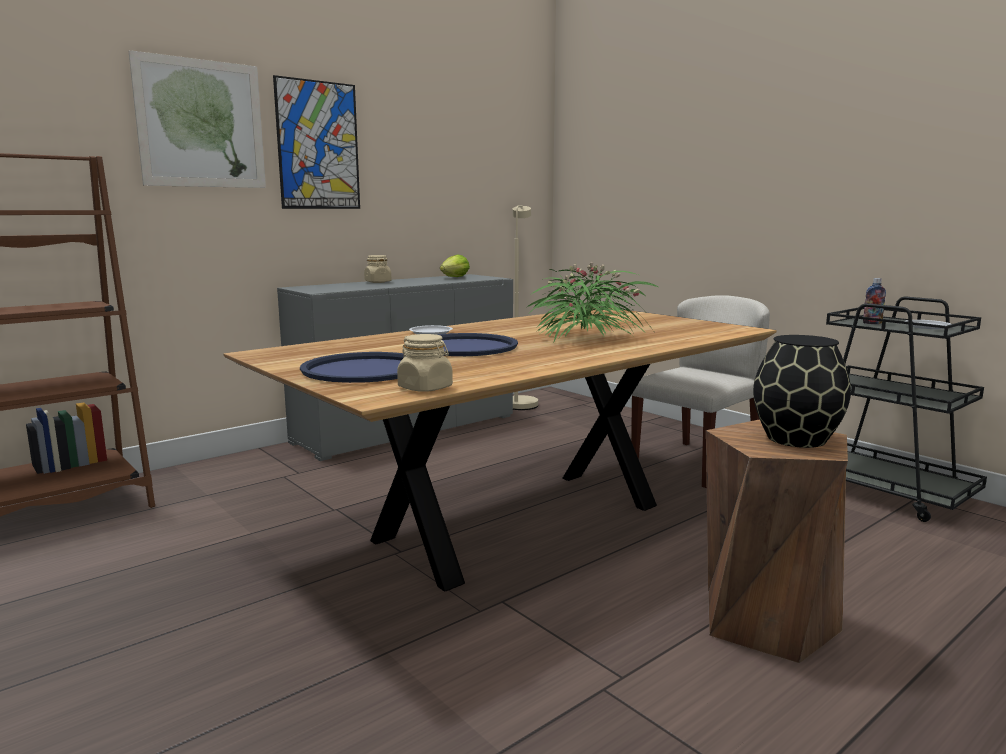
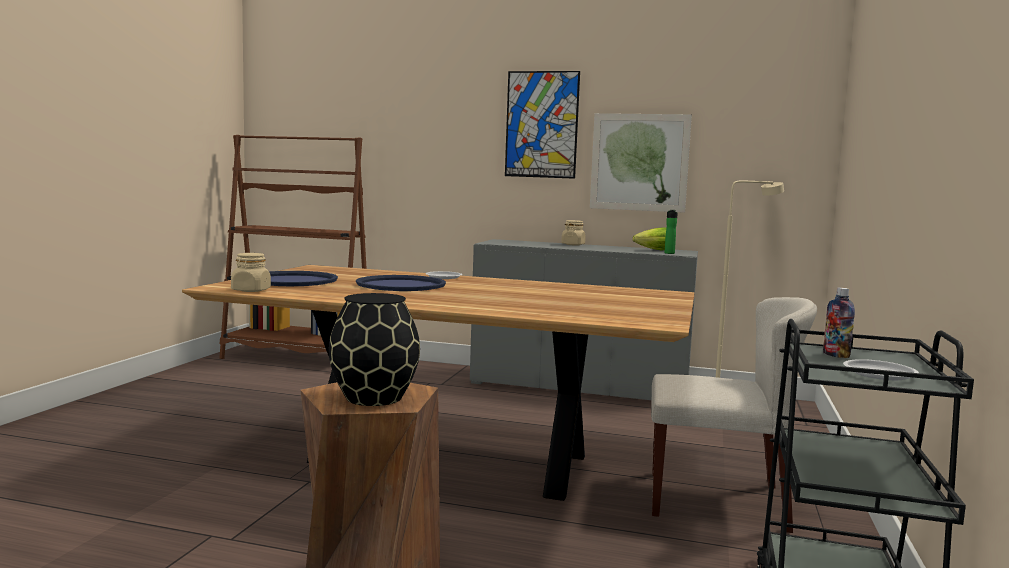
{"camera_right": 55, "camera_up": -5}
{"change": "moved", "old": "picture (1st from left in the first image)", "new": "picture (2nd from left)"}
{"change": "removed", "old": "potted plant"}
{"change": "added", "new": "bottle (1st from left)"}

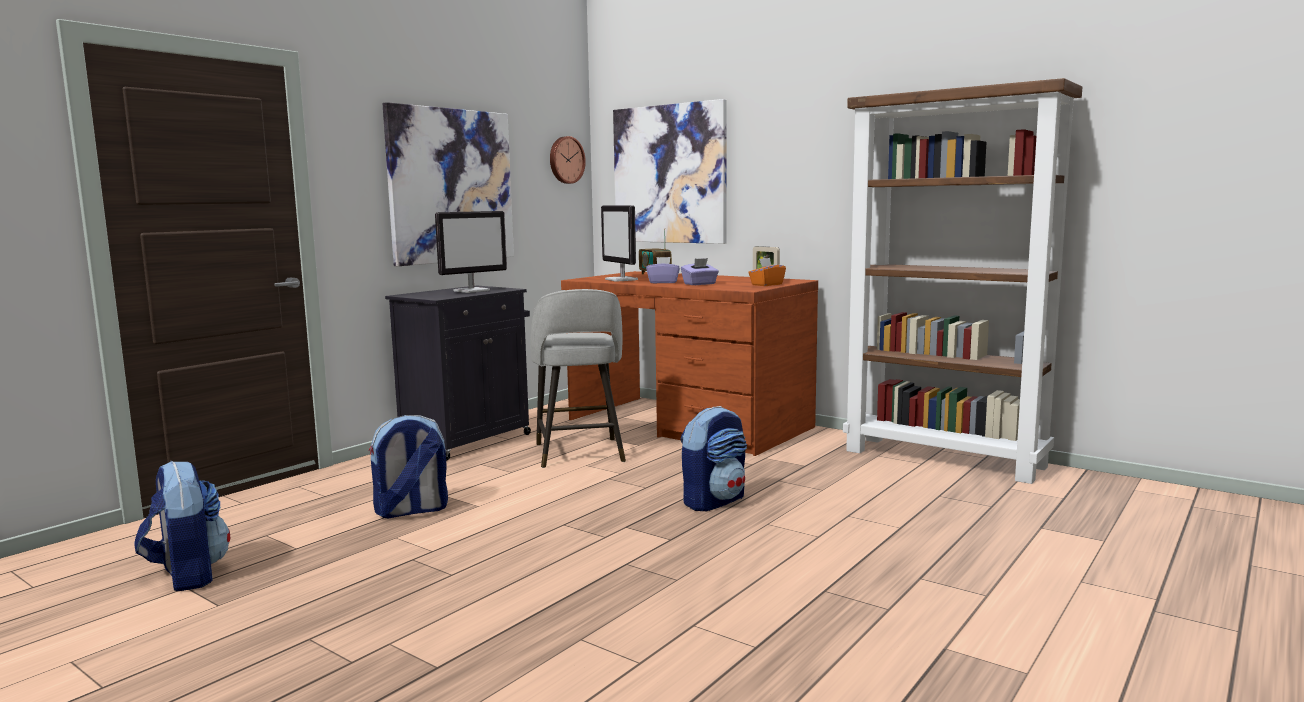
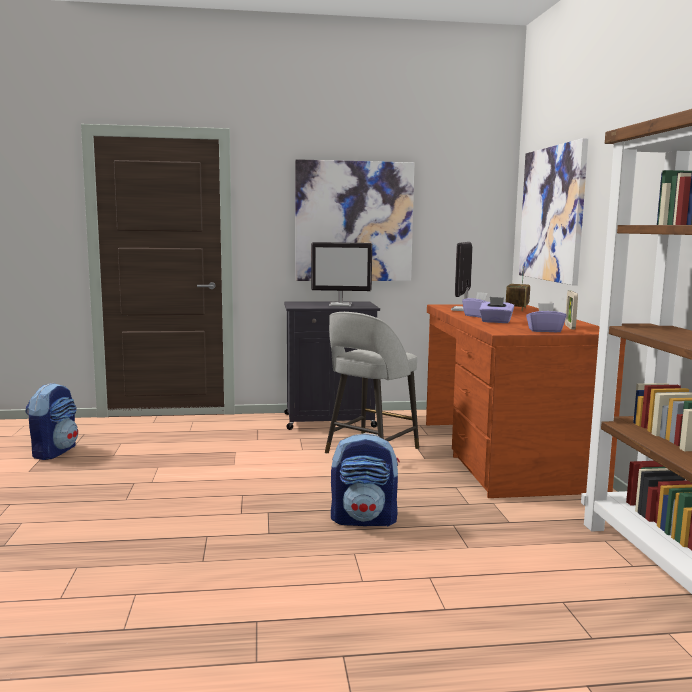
{"camera_right": 45, "camera_up": 0}
{"change": "removed", "old": "wall clock"}
{"change": "recoloured", "old": "orange tissue box", "new": "purple tissue box (3rd from left)"}
{"change": "removed", "old": "backpack (2nd from left)"}

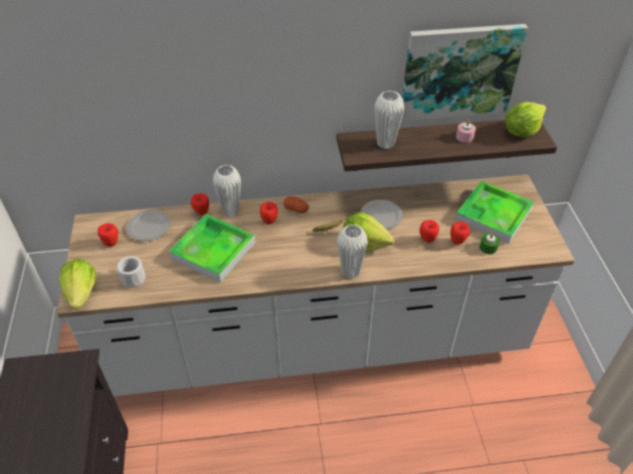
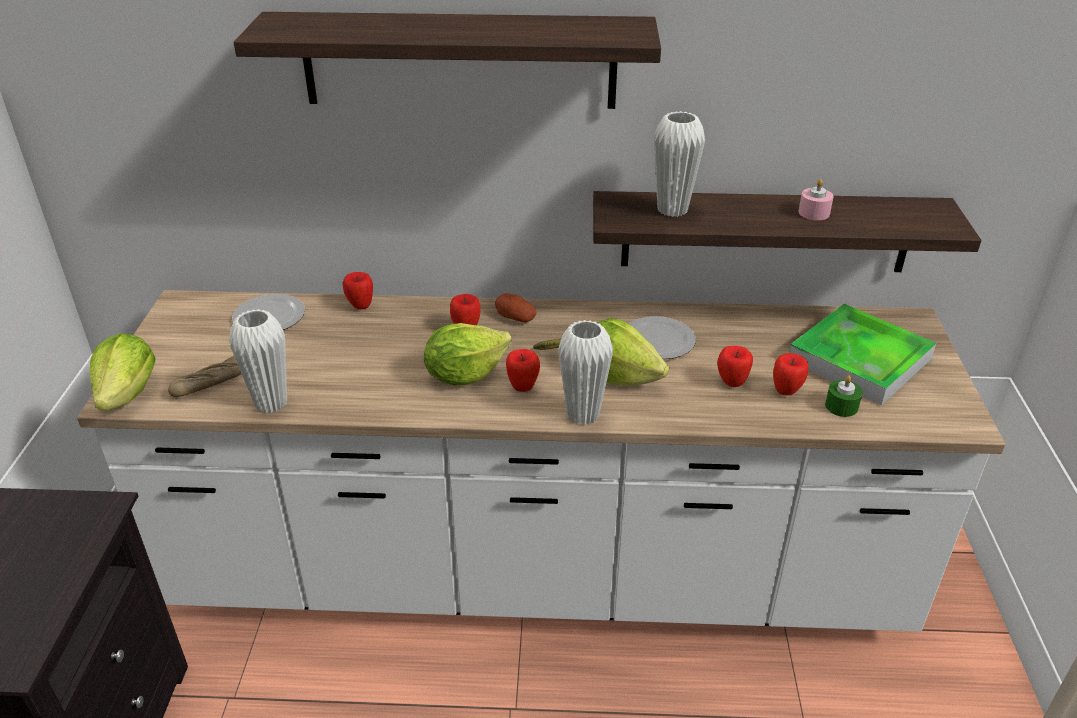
{"camera_right": 10, "camera_up": -10}
{"change": "removed", "old": "picture"}
{"change": "moved", "old": "lettuce (3rd from left in the first image)", "new": "lettuce (2nd from left)"}
{"change": "moved", "old": "white vase (1st from left)"}
{"change": "removed", "old": "tray (1st from left)"}
{"change": "moved", "old": "apple (1st from left in the first image)", "new": "apple (3rd from left)"}
{"change": "replaced", "old": "white mug", "new": "bread"}
{"change": "added", "new": "shelf (1st from left)"}

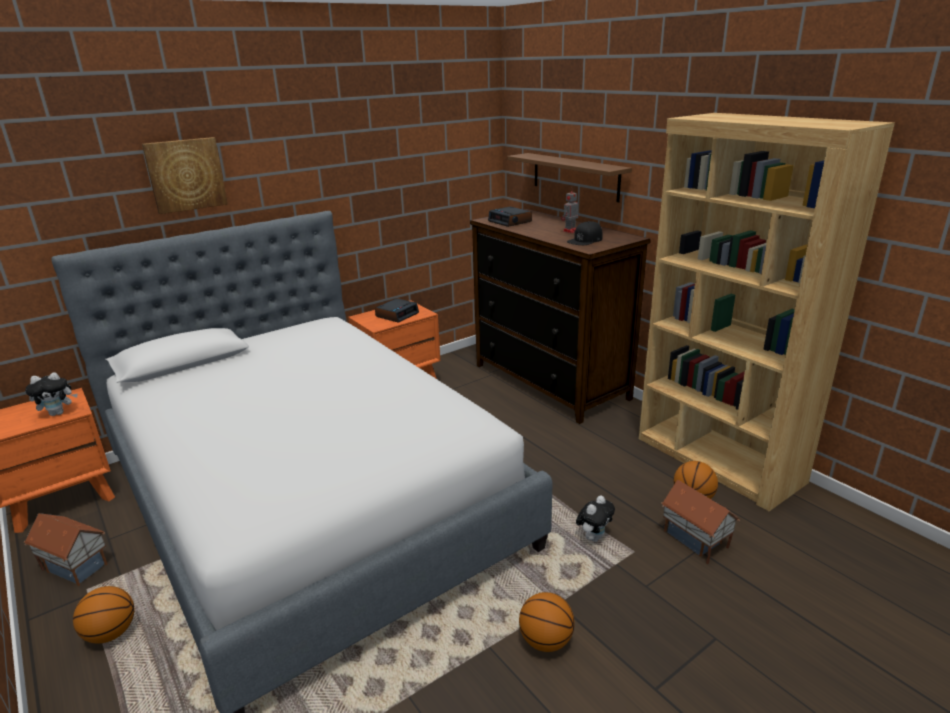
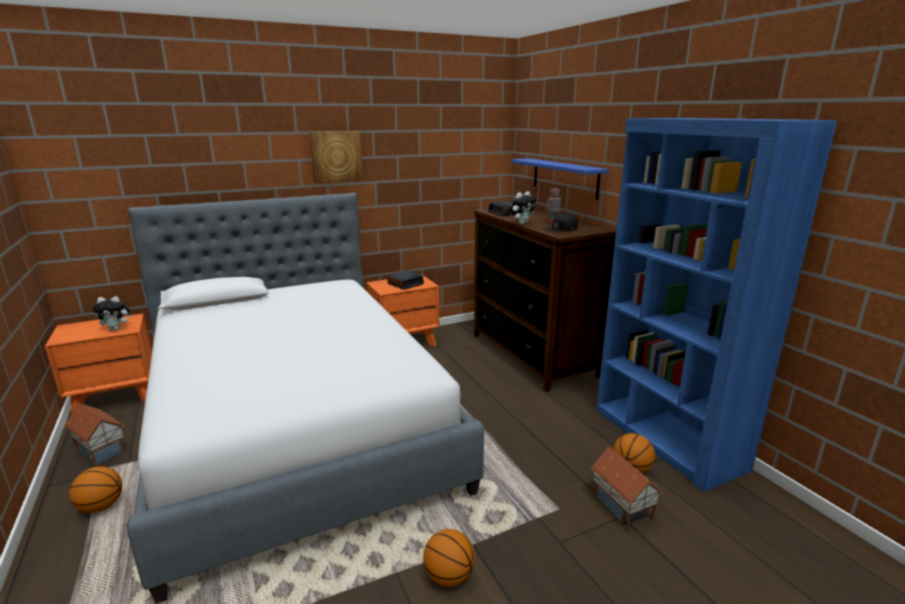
{"camera_right": 10, "camera_up": -5}
{"change": "recoloured", "old": "brown bookcase", "new": "blue bookcase"}
{"change": "moved", "old": "picture"}
{"change": "recoloured", "old": "brown shelf", "new": "blue shelf"}
{"change": "moved", "old": "plush toy (2nd from left)"}

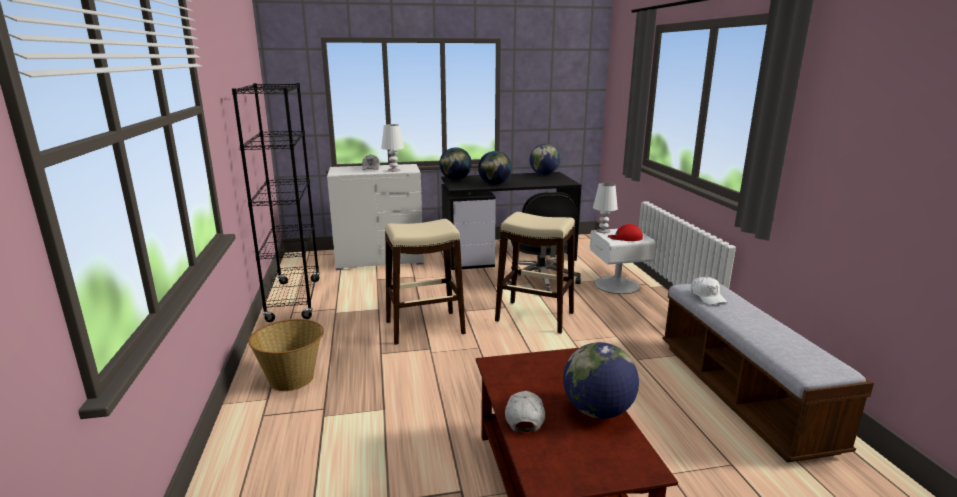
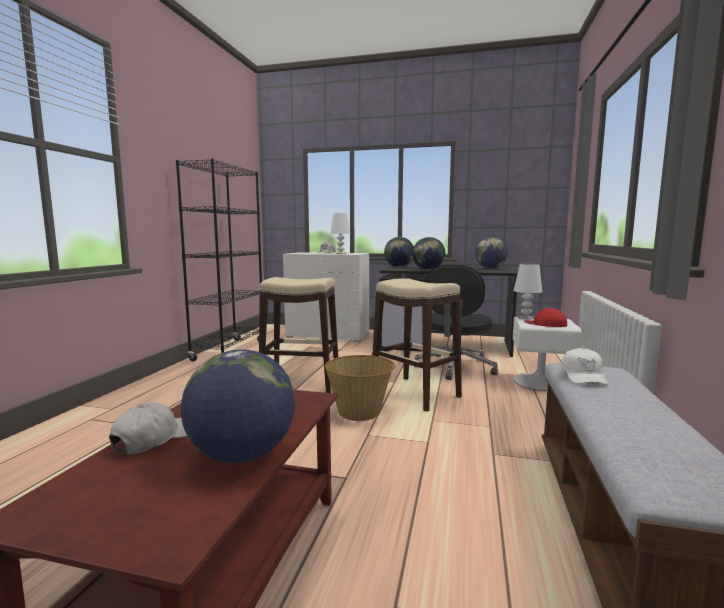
{"camera_right": 25, "camera_up": -10}
{"change": "moved", "old": "basket"}

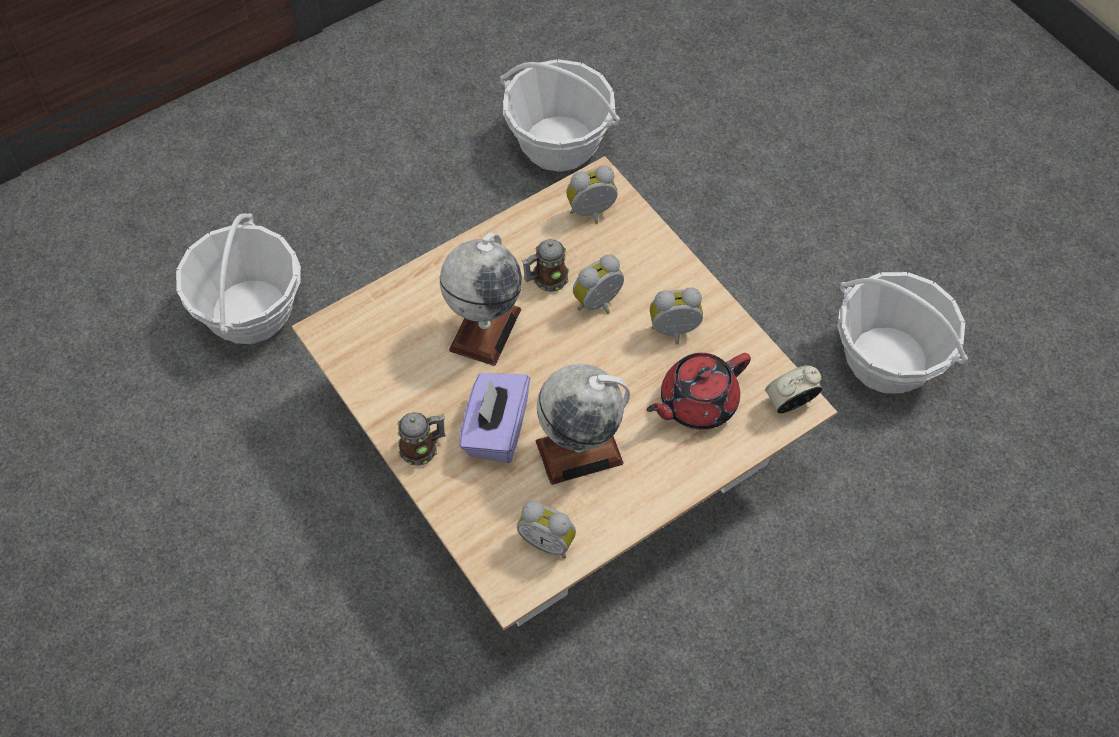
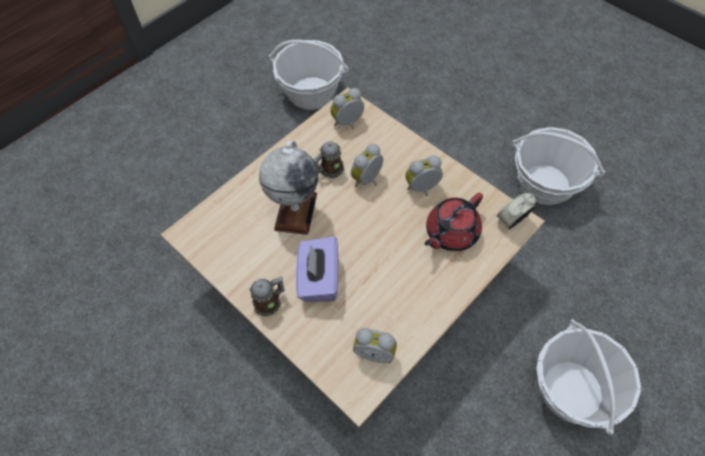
{"camera_right": -10, "camera_up": 0}
{"change": "moved", "old": "basket (1st from left in the first image)", "new": "basket (3rd from left)"}
{"change": "removed", "old": "globe (2nd from left)"}

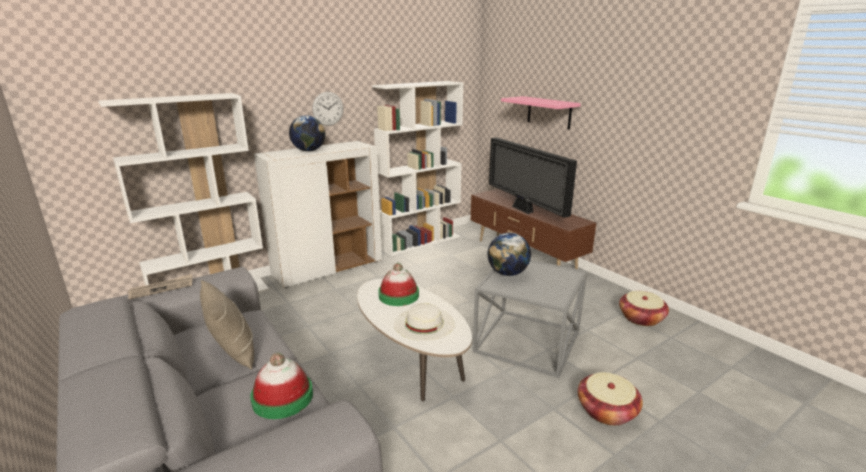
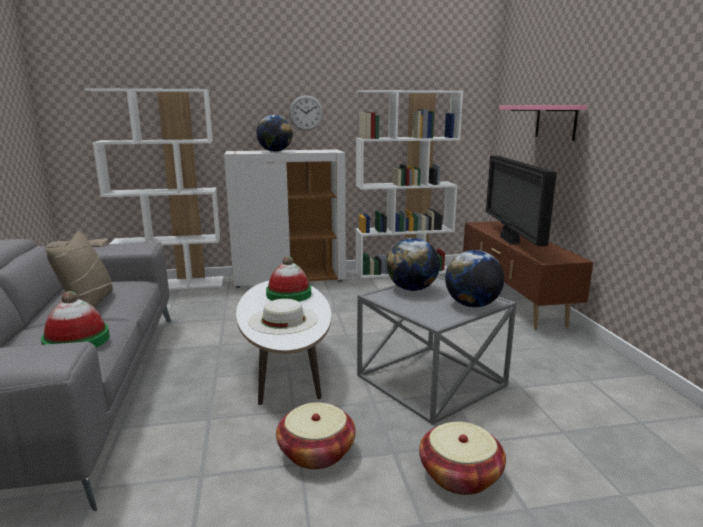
{"camera_right": 25, "camera_up": -5}
{"change": "moved", "old": "basket (2nd from left in the first image)", "new": "basket (1st from left)"}
{"change": "added", "new": "globe (3rd from left)"}

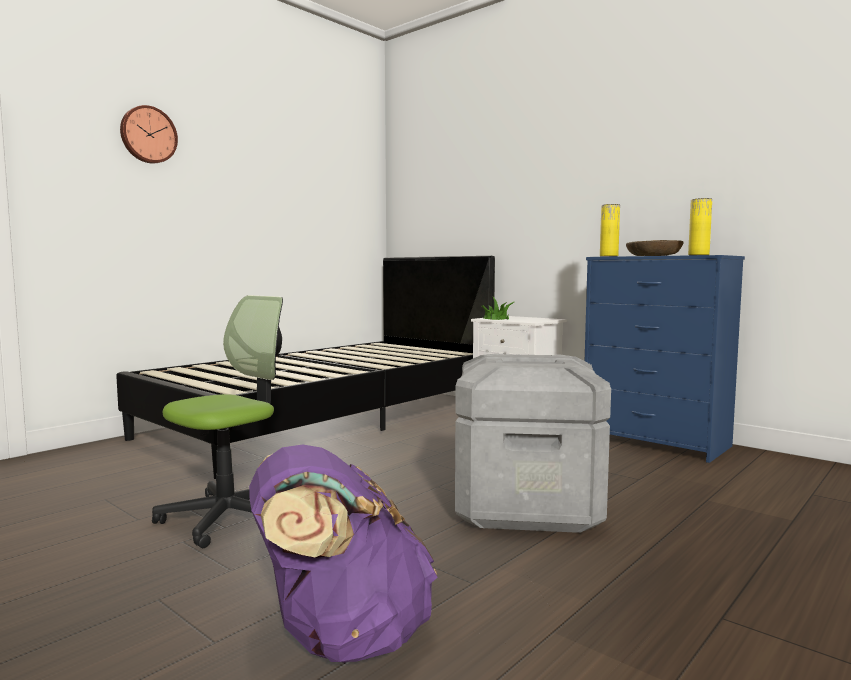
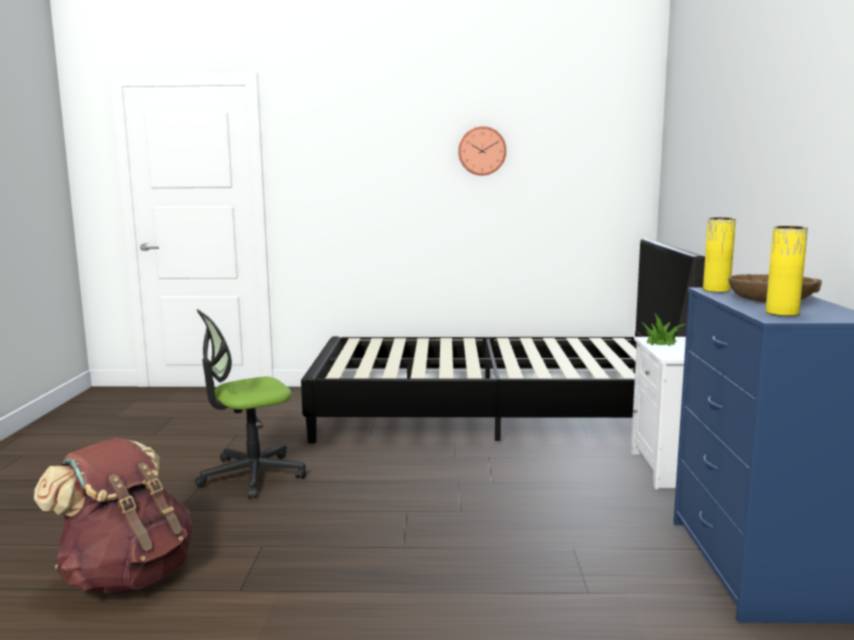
{"camera_right": 50, "camera_up": 5}
{"change": "moved", "old": "wall clock"}
{"change": "turned", "old": "office chair", "degrees": 150}
{"change": "removed", "old": "grey storage box"}
{"change": "recoloured", "old": "purple backpack", "new": "brown backpack"}

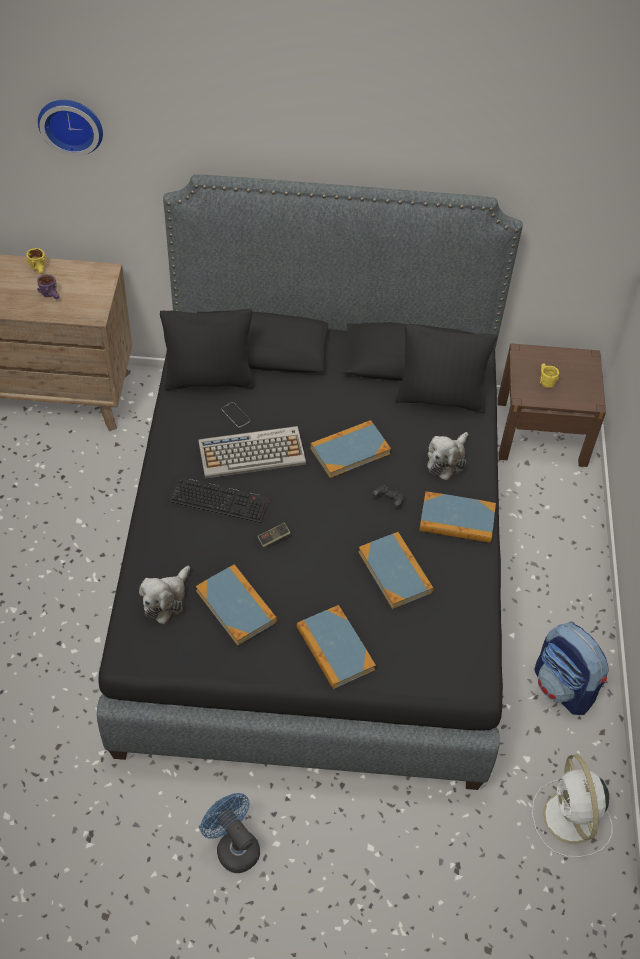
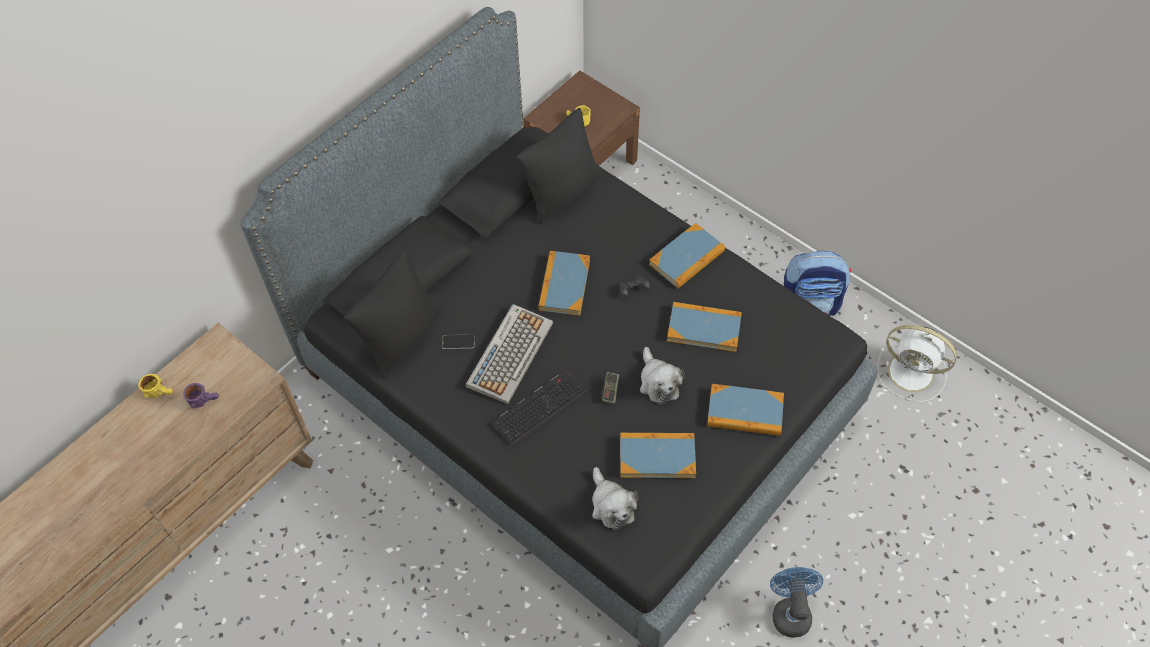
{"camera_right": -50, "camera_up": 5}
{"change": "removed", "old": "wall clock"}
{"change": "moved", "old": "plush toy (2nd from left)"}
{"change": "turned", "old": "blue fan", "degrees": 90}

